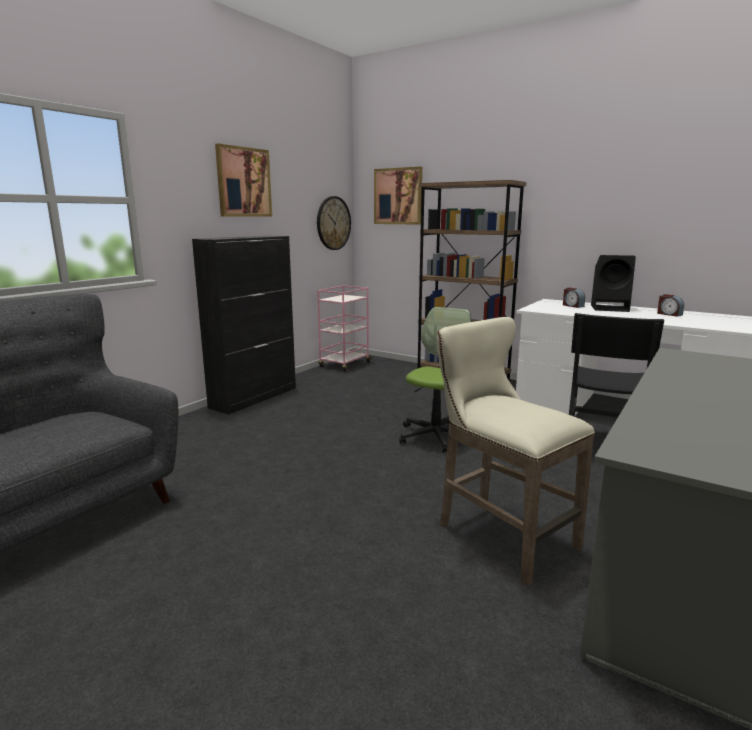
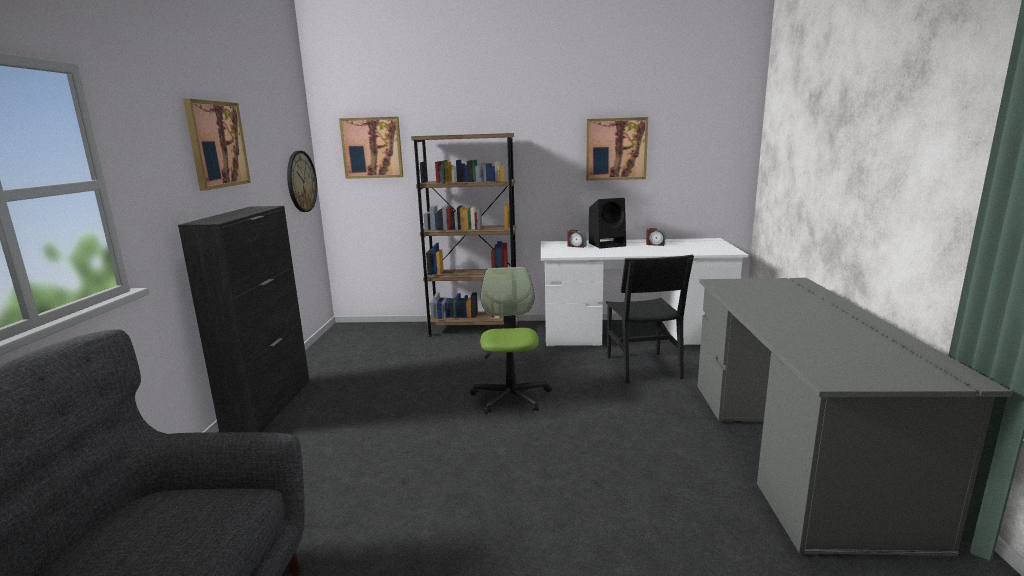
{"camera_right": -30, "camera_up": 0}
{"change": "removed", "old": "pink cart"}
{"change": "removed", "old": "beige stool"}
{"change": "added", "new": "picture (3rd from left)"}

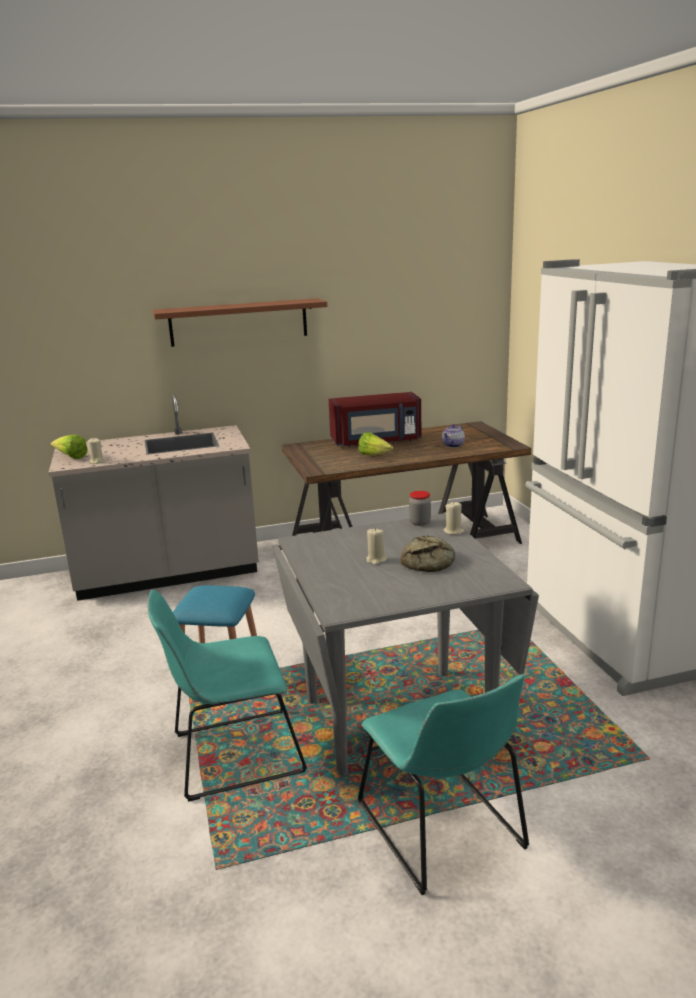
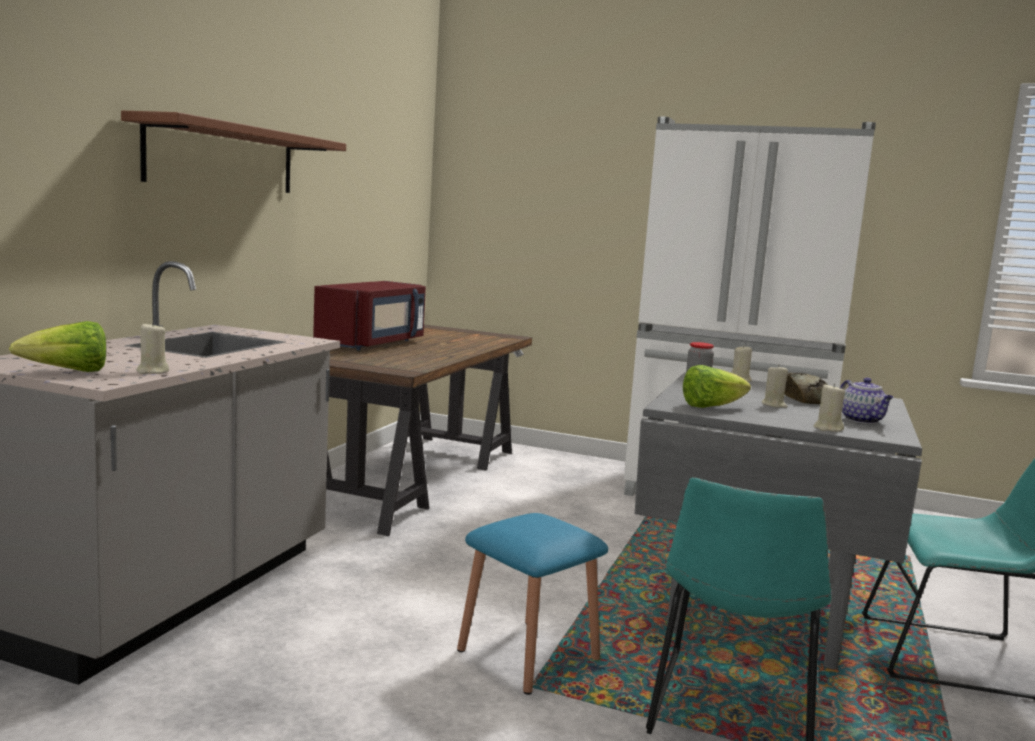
{"camera_right": -55, "camera_up": -10}
{"change": "moved", "old": "teapot"}
{"change": "moved", "old": "lettuce (2nd from left)"}
{"change": "added", "new": "beige candle (4th from left)"}

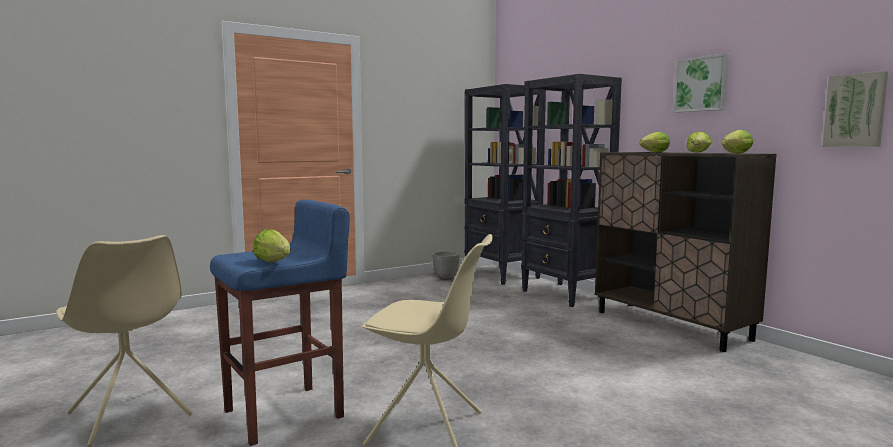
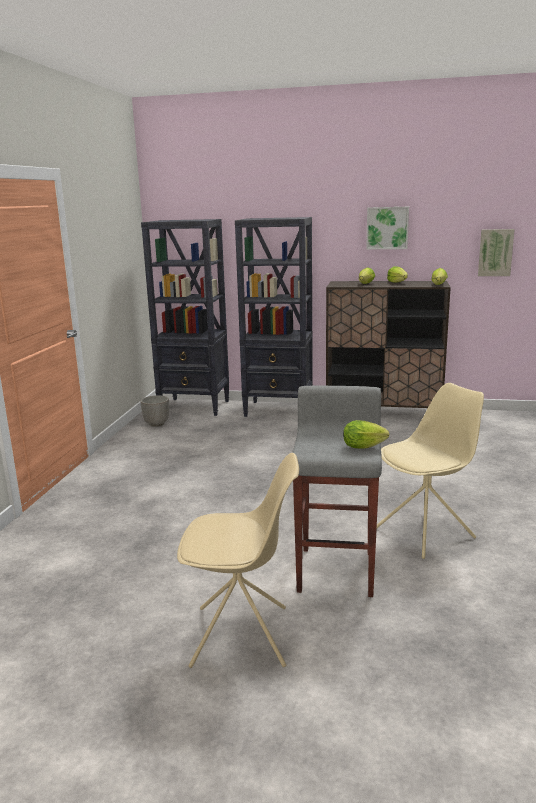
{"camera_right": -45, "camera_up": 10}
{"change": "recoloured", "old": "blue stool", "new": "grey stool"}

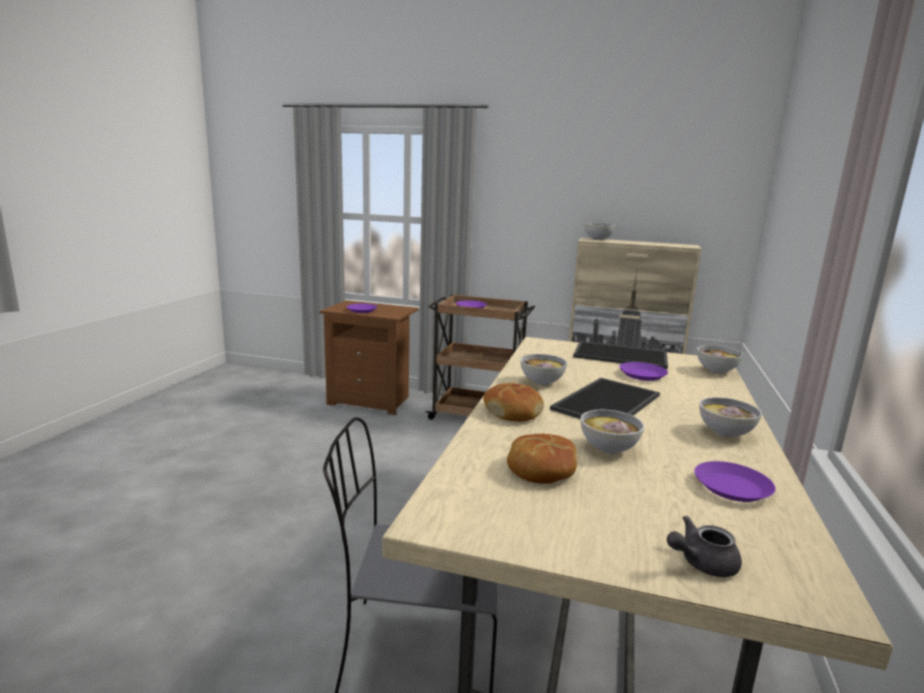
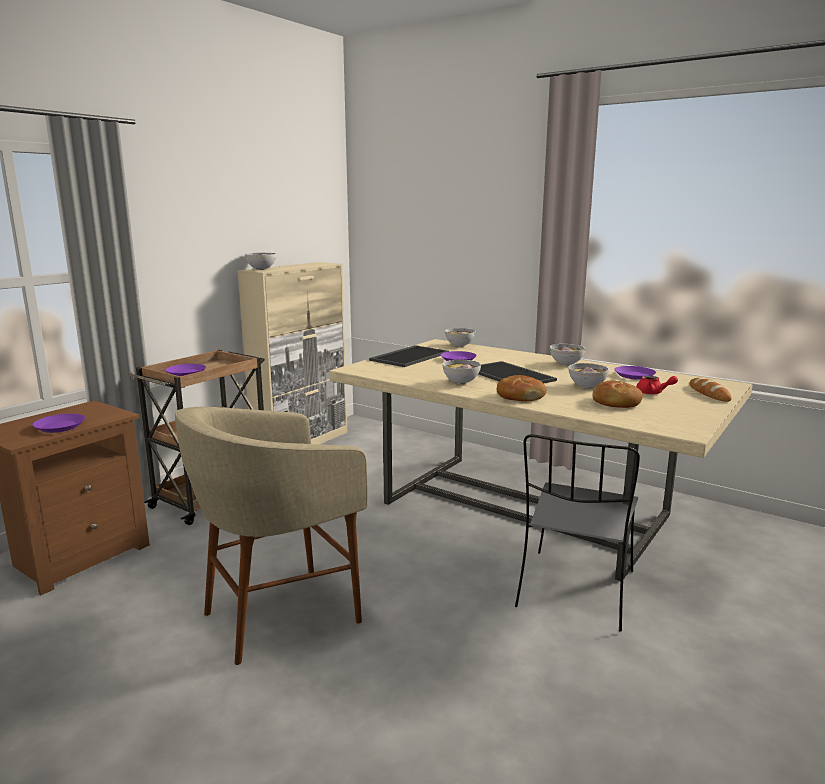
{"camera_right": -70, "camera_up": 0}
{"change": "replaced", "old": "grey teapot", "new": "bread (3rd from left)"}
{"change": "added", "new": "red teapot"}
{"change": "added", "new": "beige stool"}

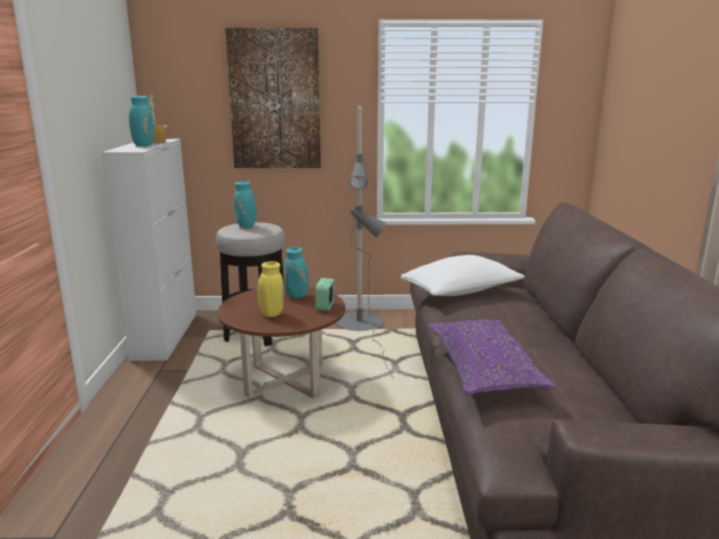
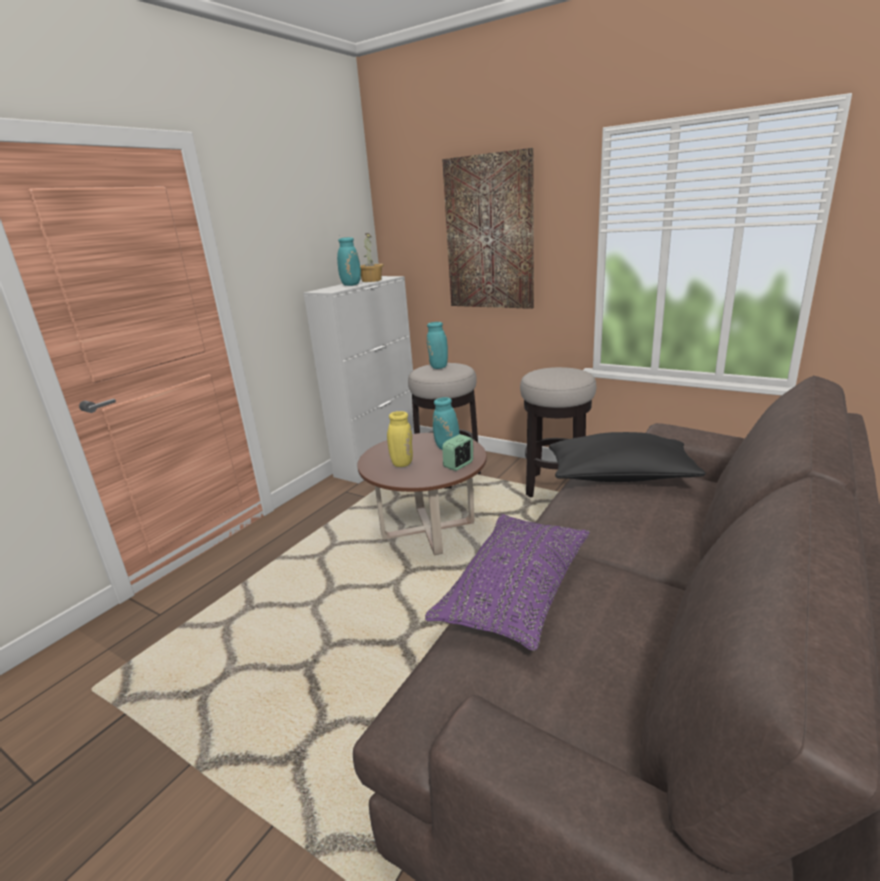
{"camera_right": 35, "camera_up": 5}
{"change": "replaced", "old": "grey floor lamp", "new": "stool (2nd from left)"}
{"change": "recoloured", "old": "white pillow", "new": "black pillow"}

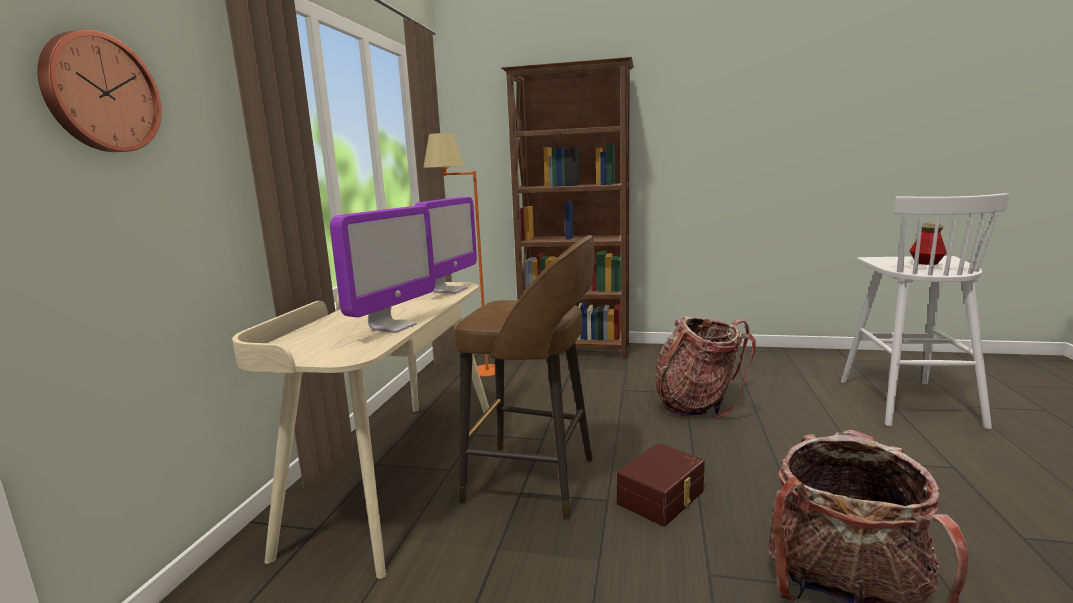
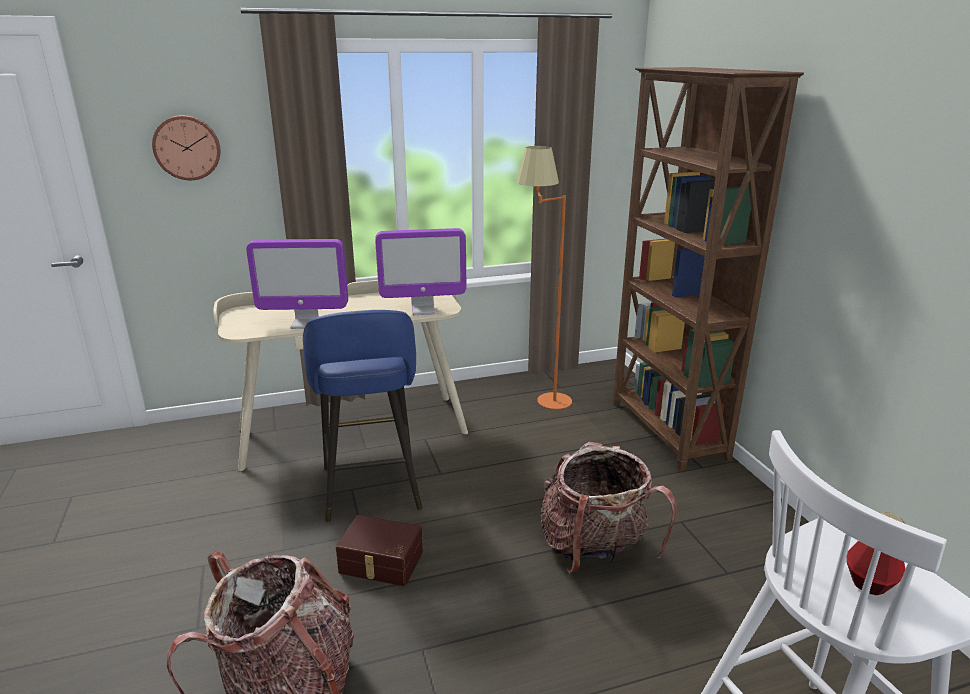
{"camera_right": 60, "camera_up": 10}
{"change": "recoloured", "old": "brown stool", "new": "blue stool"}

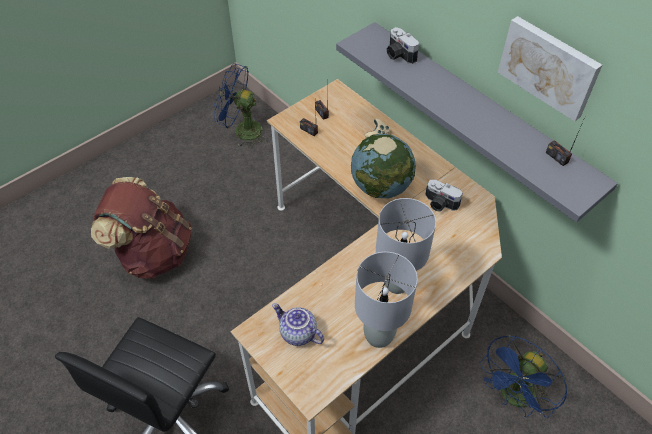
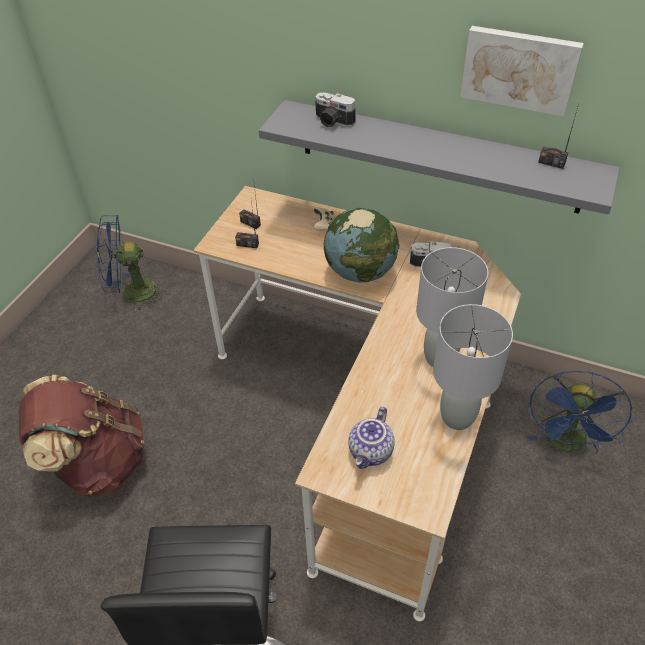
{"camera_right": -25, "camera_up": -5}
{"change": "turned", "old": "teapot", "degrees": -75}

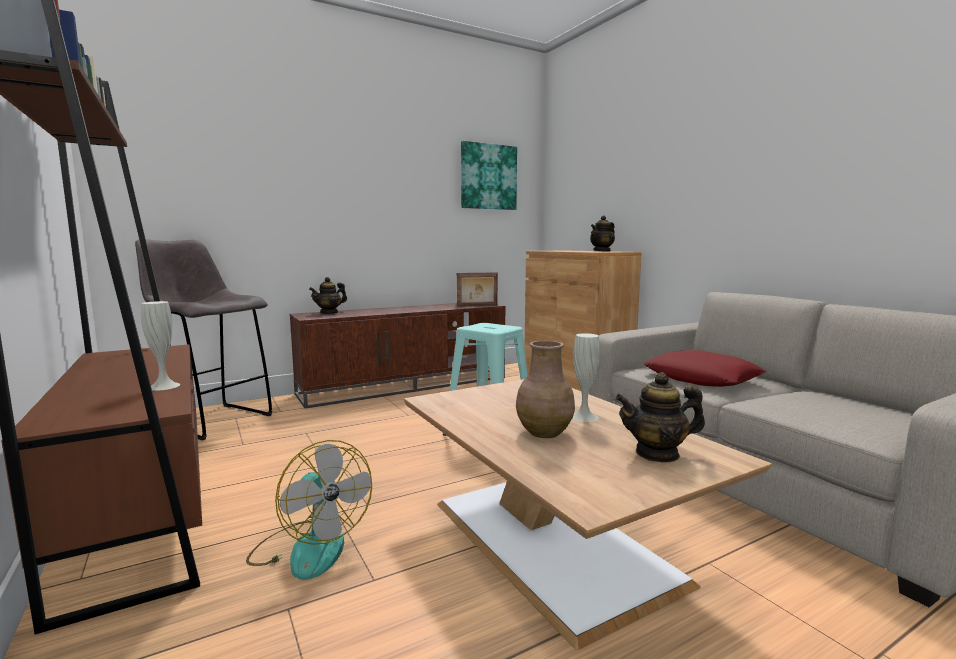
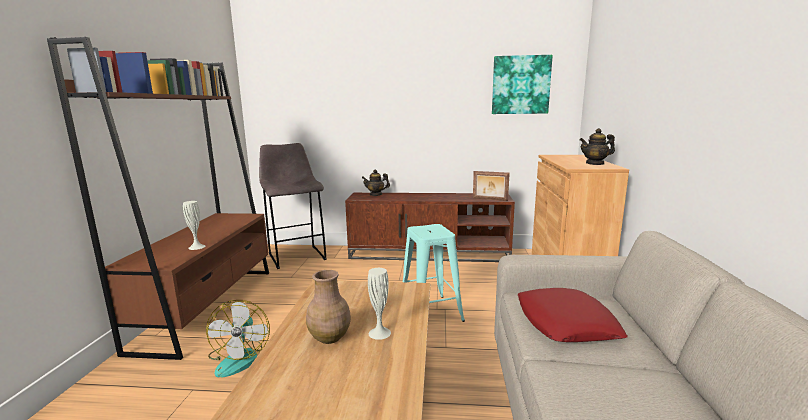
{"camera_right": 35, "camera_up": 5}
{"change": "removed", "old": "teapot (3rd from left)"}

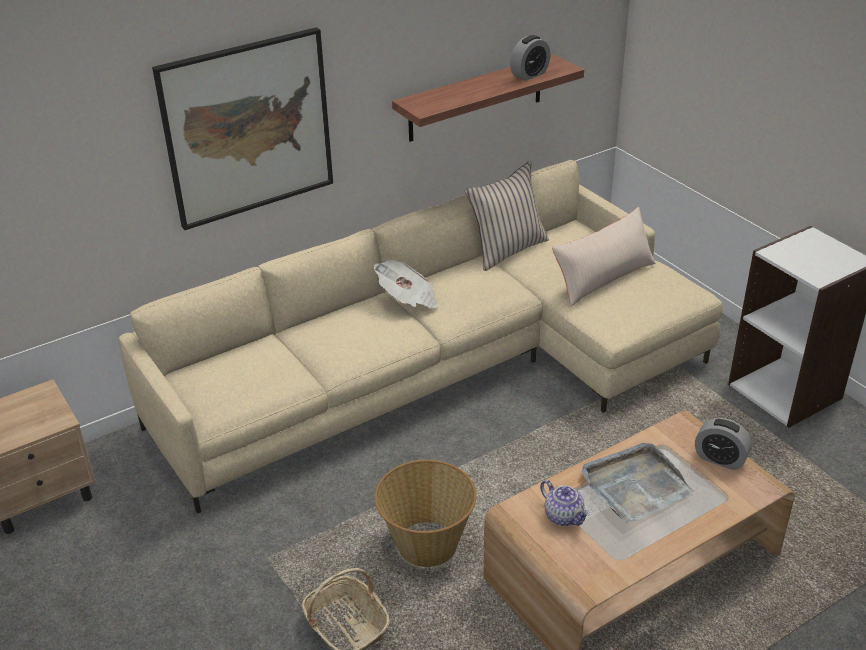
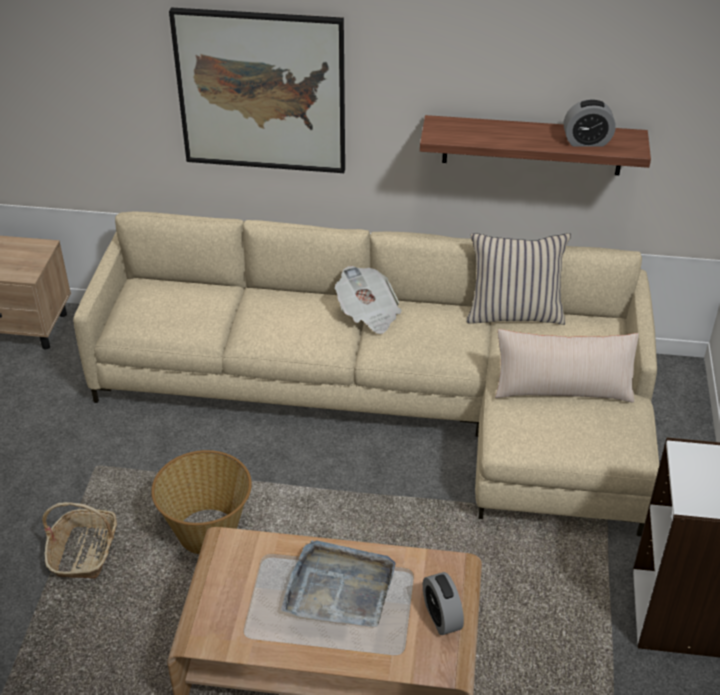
{"camera_right": 40, "camera_up": 5}
{"change": "removed", "old": "teapot"}

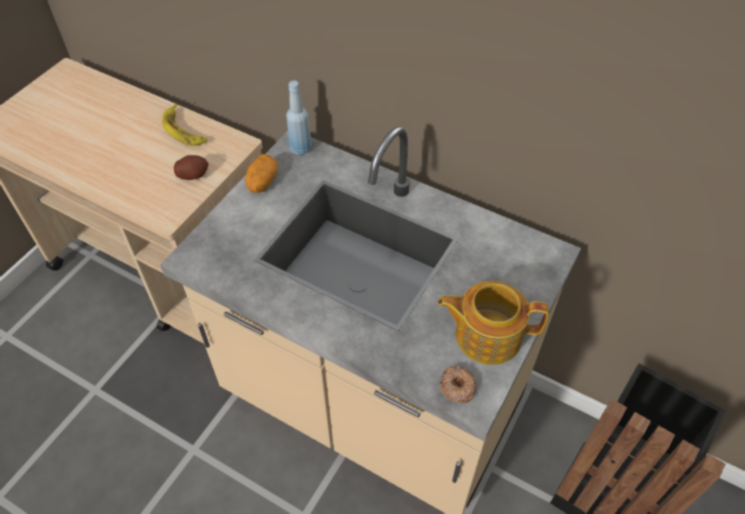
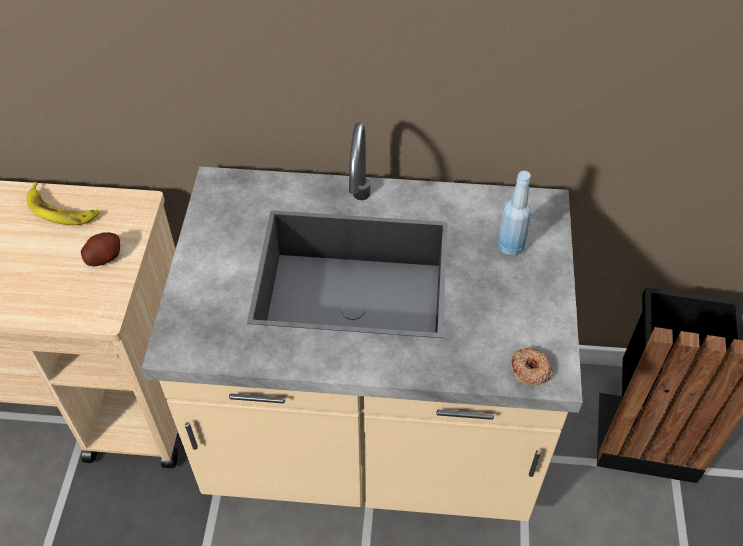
{"camera_right": -25, "camera_up": 0}
{"change": "moved", "old": "blue bottle"}
{"change": "removed", "old": "potato (2nd from left)"}
{"change": "removed", "old": "teapot"}

